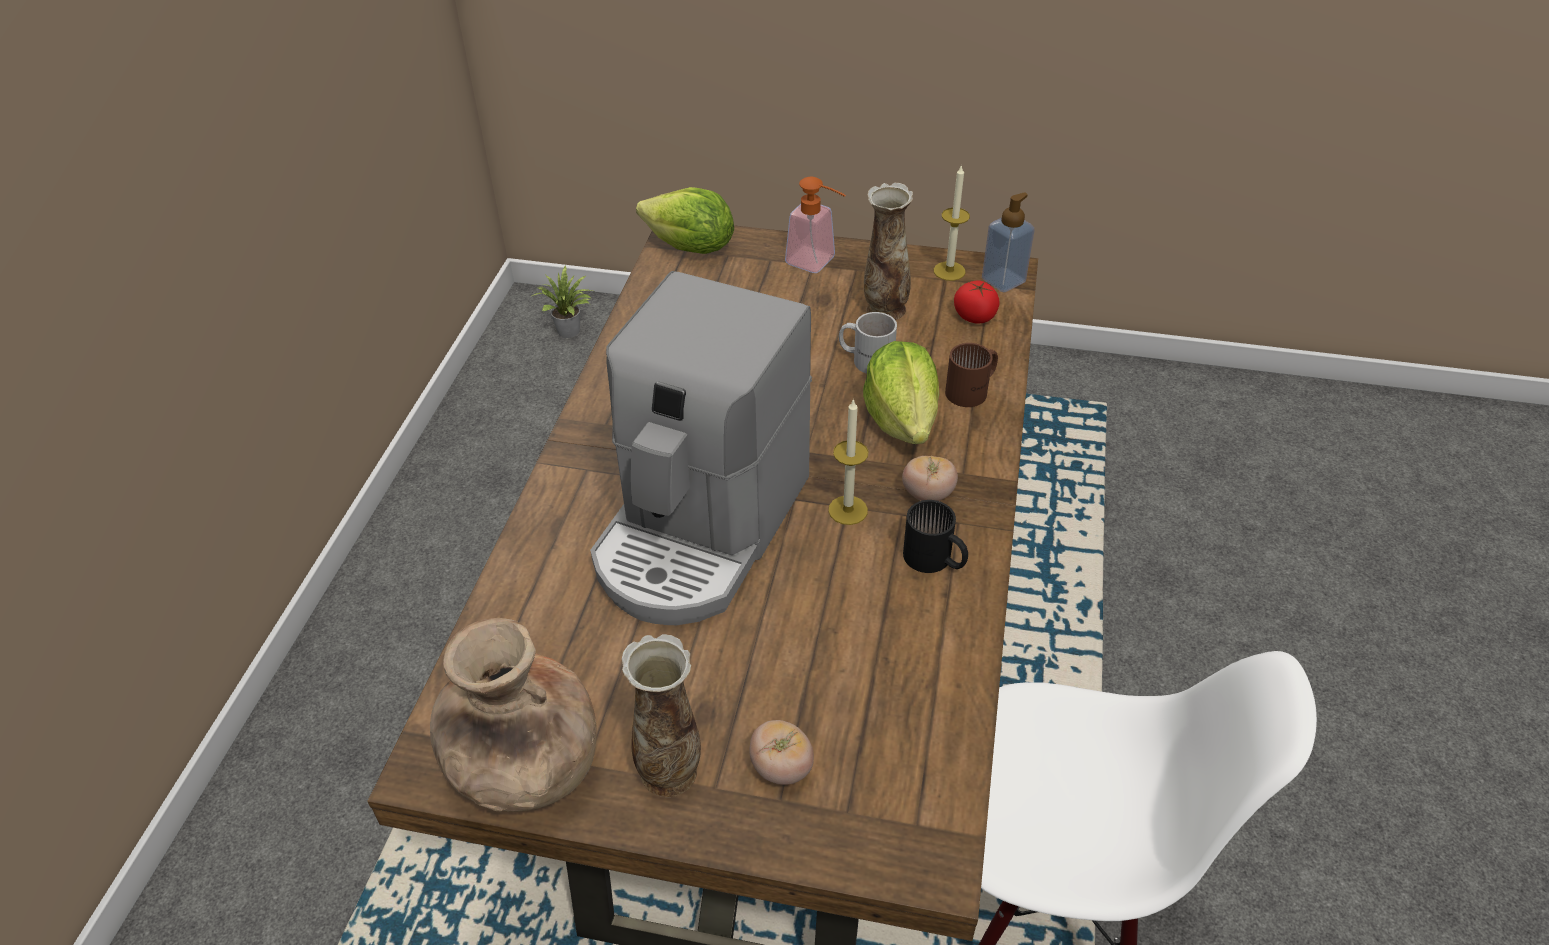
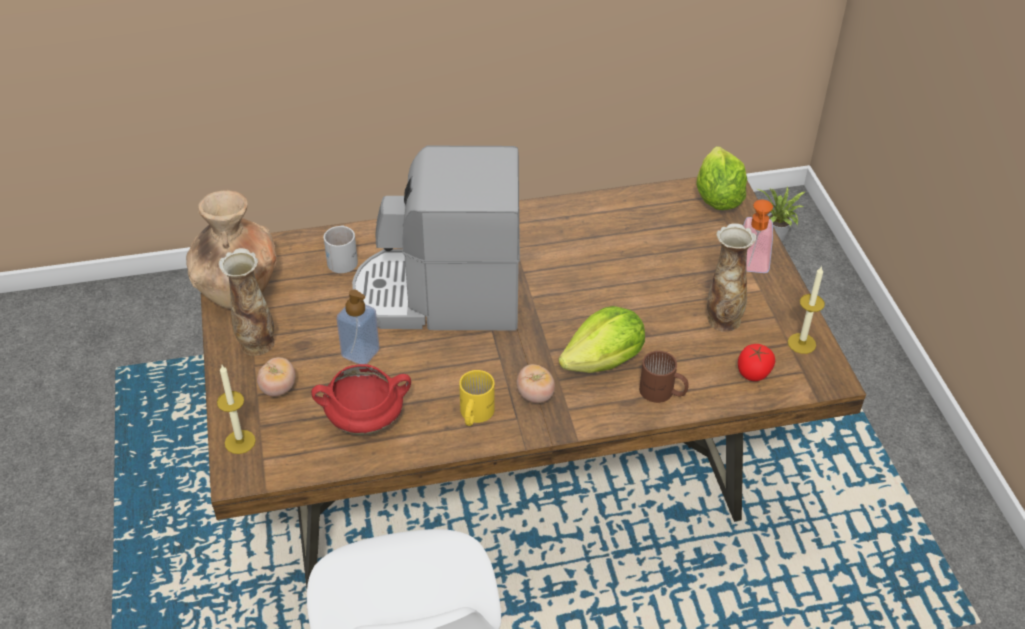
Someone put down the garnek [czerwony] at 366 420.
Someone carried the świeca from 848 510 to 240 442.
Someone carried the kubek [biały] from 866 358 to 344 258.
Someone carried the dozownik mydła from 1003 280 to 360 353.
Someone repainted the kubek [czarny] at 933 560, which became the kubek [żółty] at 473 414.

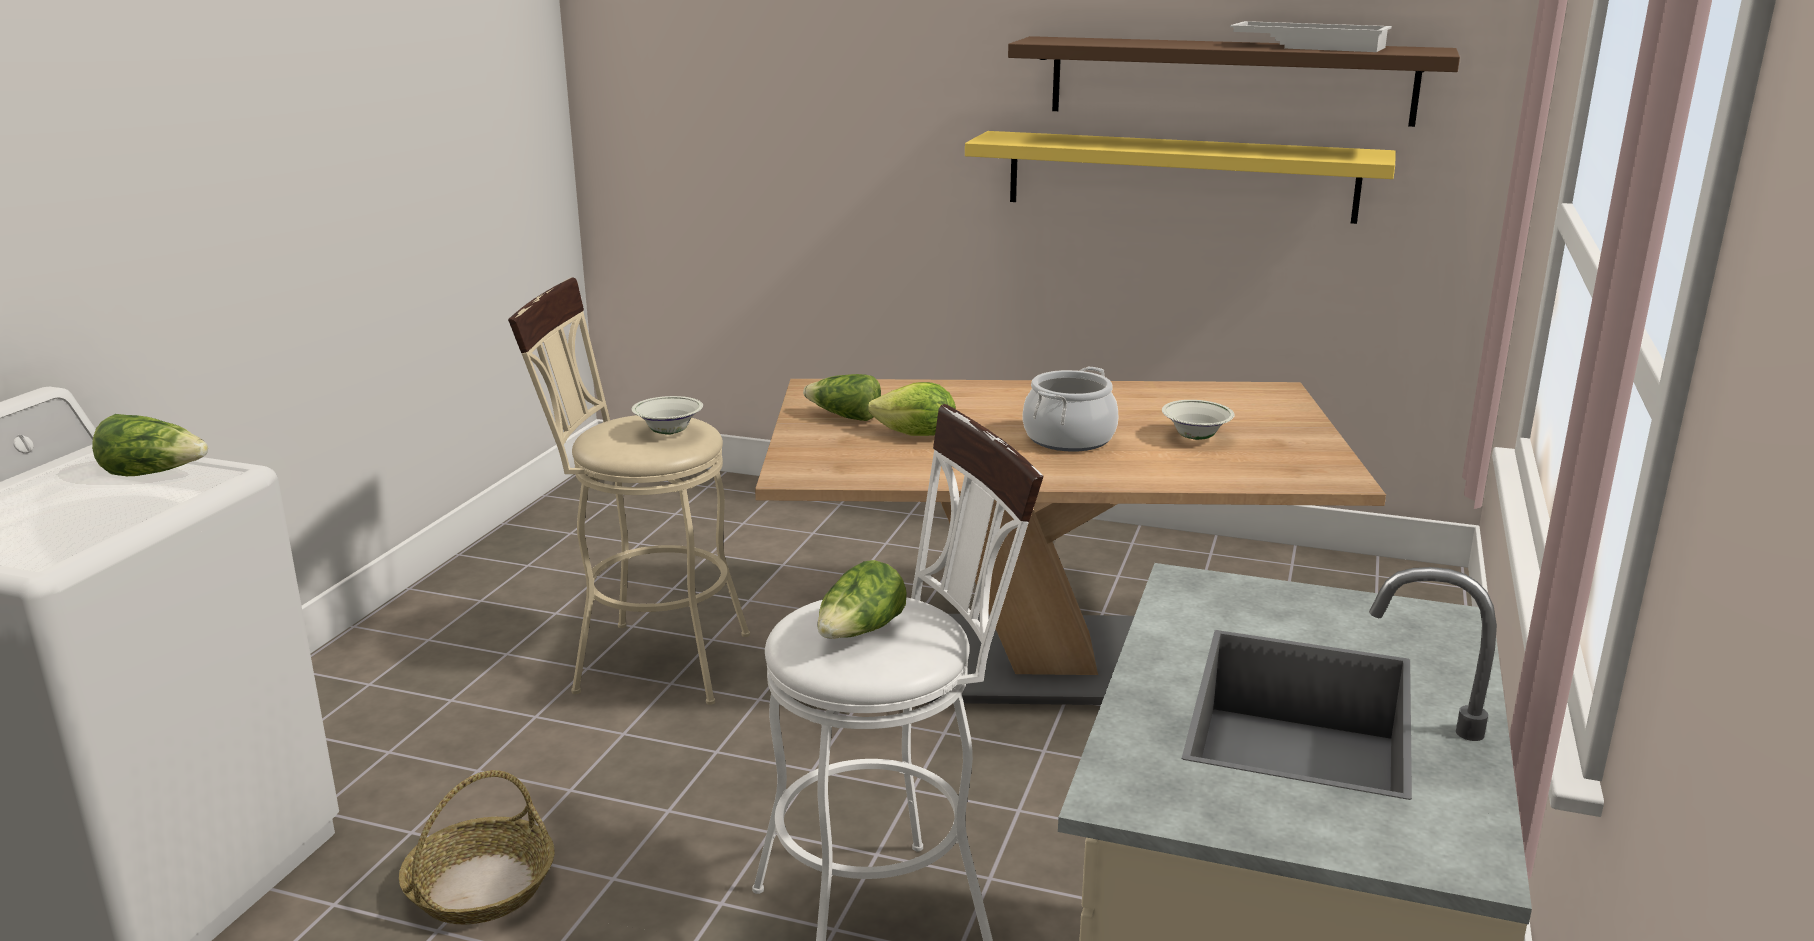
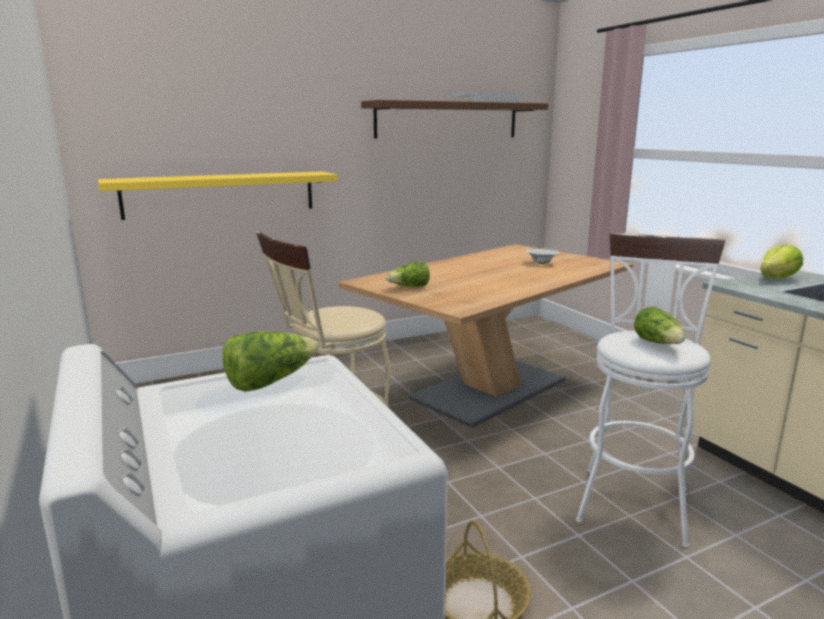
Someone took away the miska [biały] at 669 432.
Someone took away the garnek at 1068 438.
Someone carried the sałata from 916 435 to 777 278.
Someone carried the półka [żółty] from 1180 176 to 221 194.

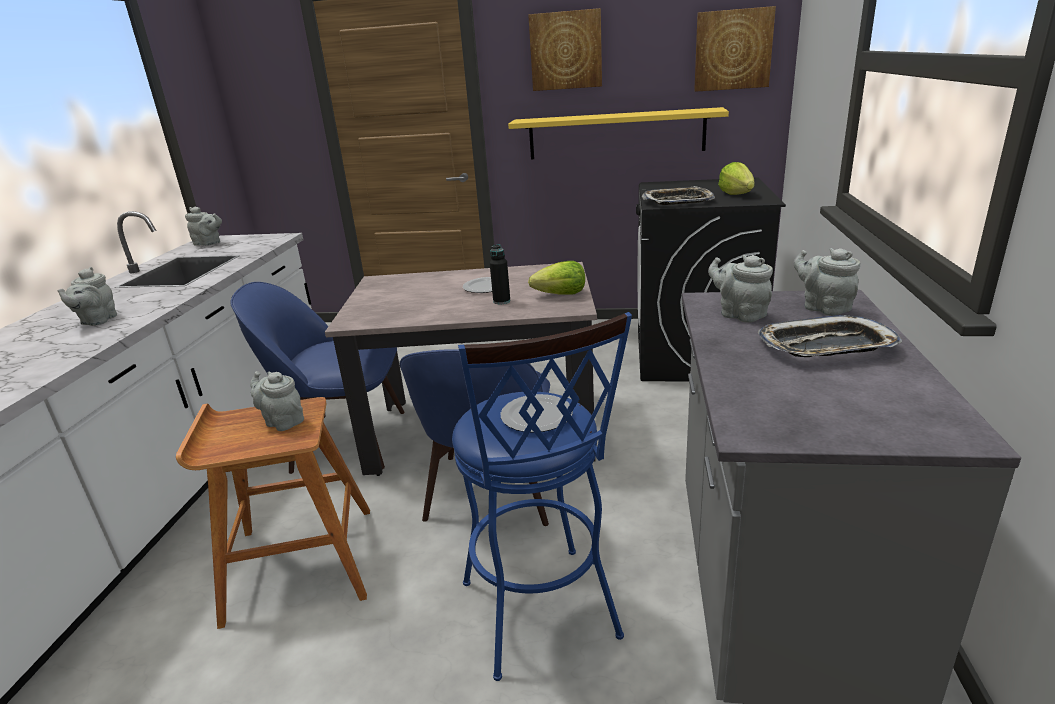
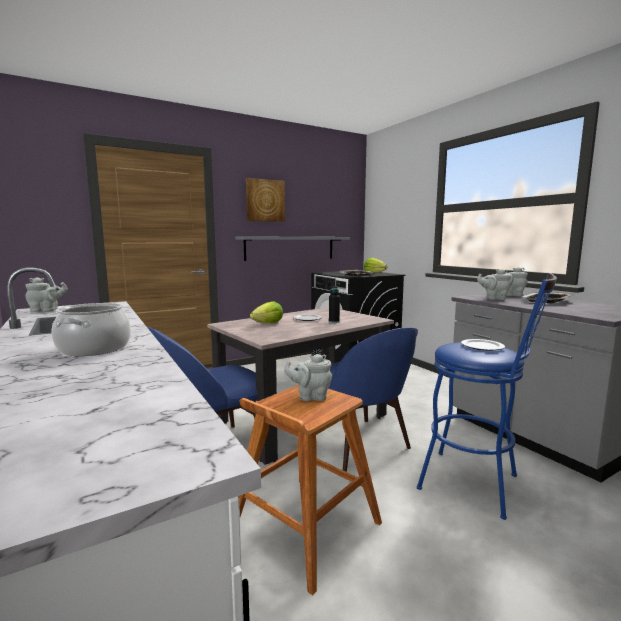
Someone took away the obraz at 733 50.
Someone carried the sałata from 561 295 to 268 323.
Someone swapped the imbryk [szary] at 97 321 for the garnek at 94 348.
Someone repainted the półka [żółty] at 616 134, which became the półka [szary] at 290 248.

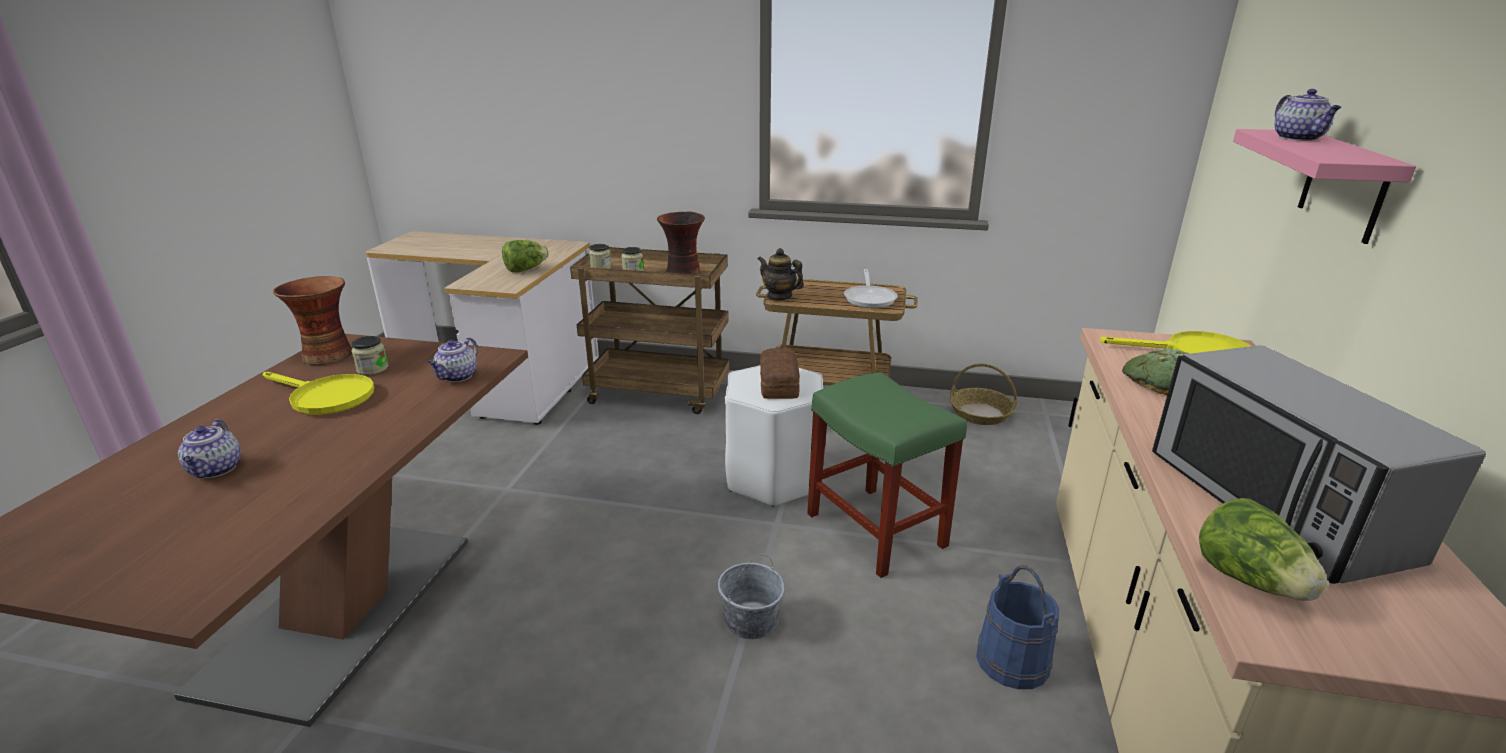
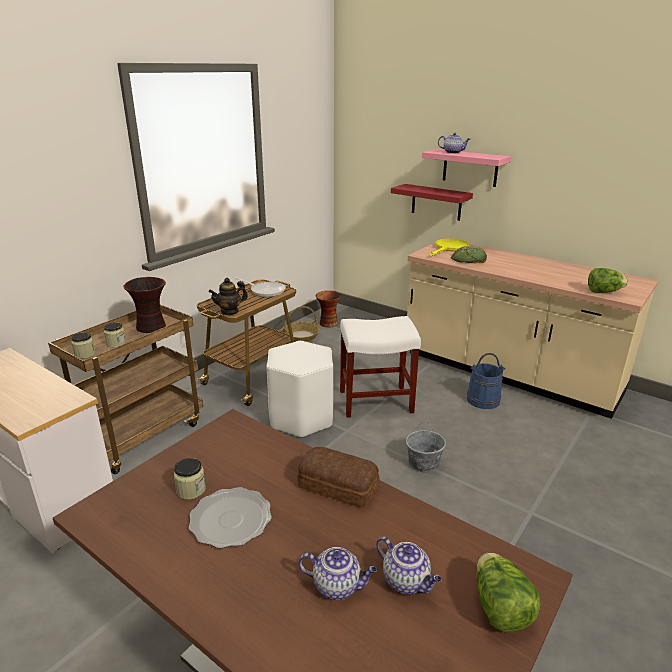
Someone took away the mikrofalówka at 1273 505.
Someone put up the półka [czerwony] at 436 202.
Someone carried the wazon from 328 355 to 328 323.
Someone carried the imbryk from 457 377 to 407 581.
Someone carried the sałata from 526 269 to 499 608.
Someone carried the chleb from 778 384 to 338 487.
Someone swapped the patelnia [żółty] at 325 397 for the talerz at 231 520.
Someone repainted the stołek [zielony] at 877 531, which became the stołek [biały] at 377 401.

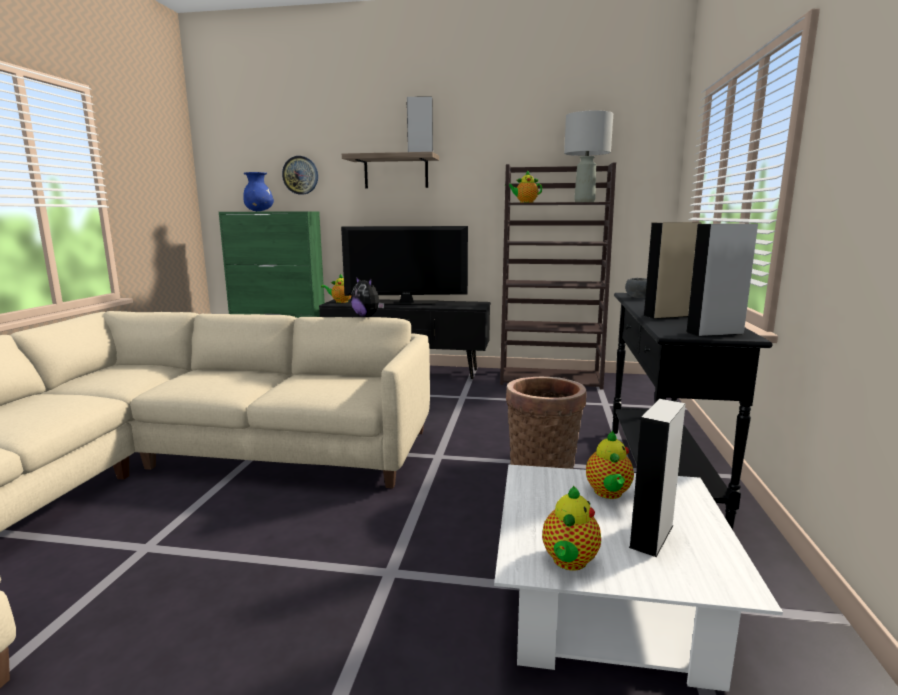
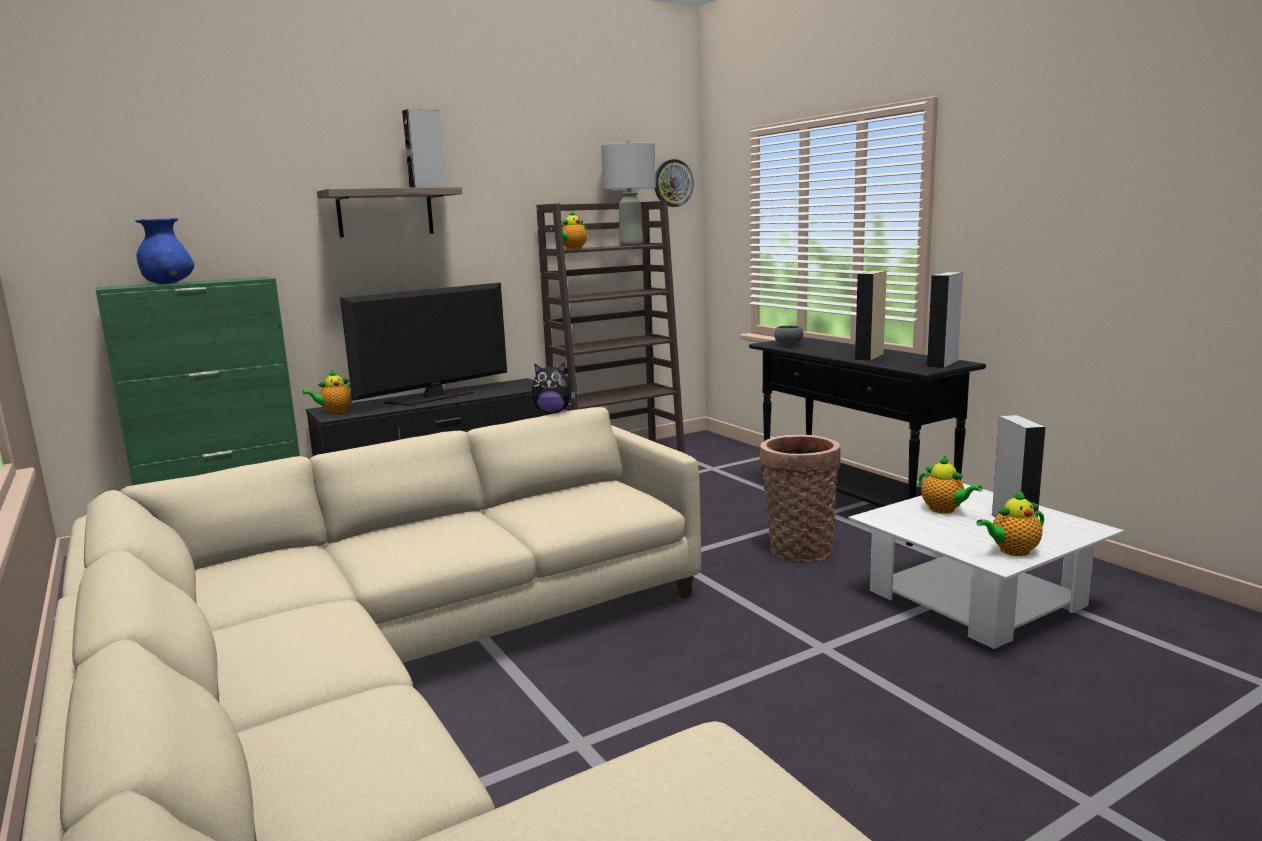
Someone carried the zegar ścienny from 300 175 to 673 183.
Someone rotated the imbryk at 569 562 by 90 degrees clockwise.

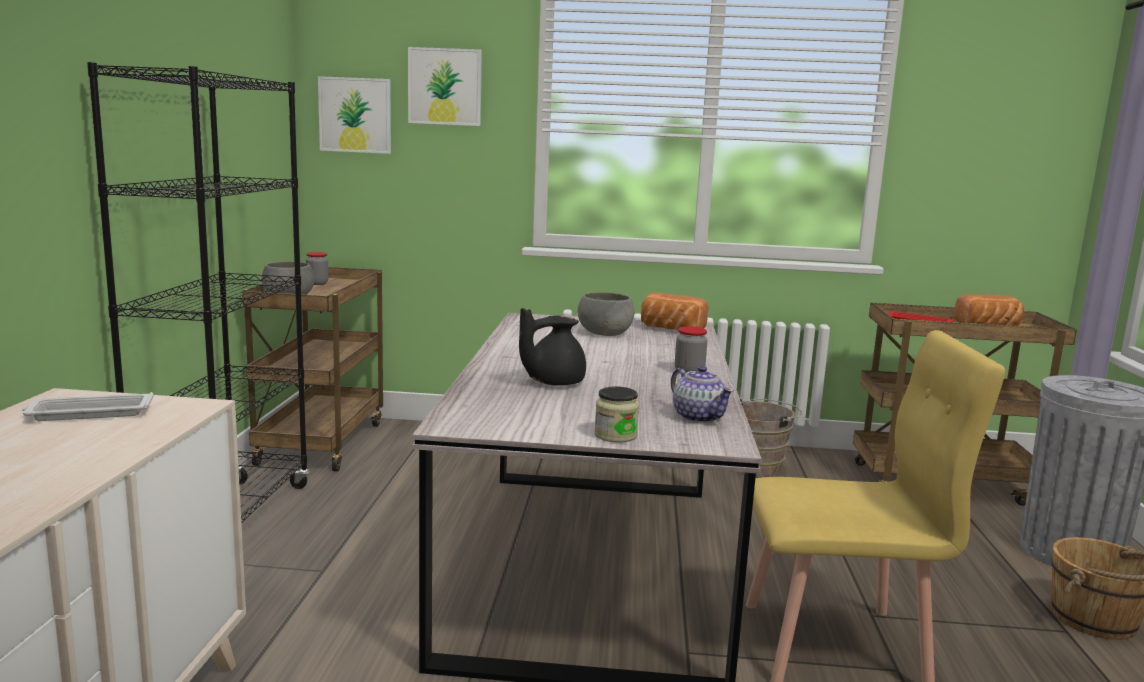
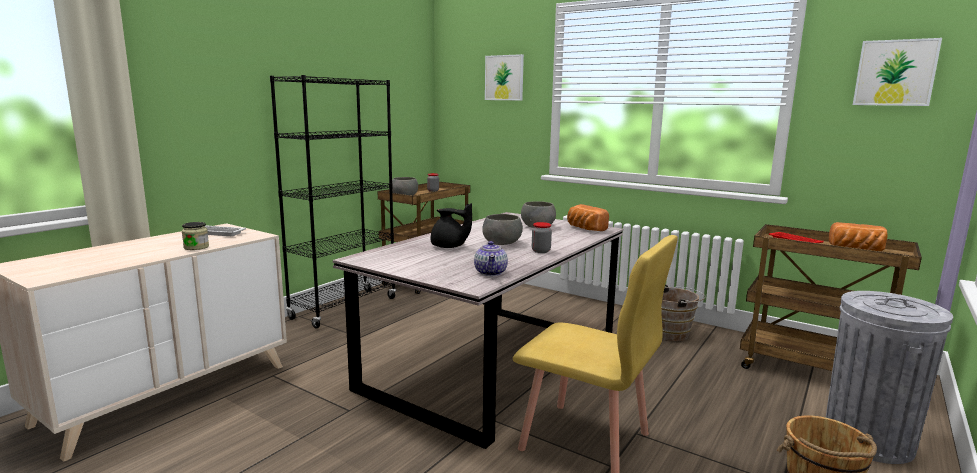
Someone put down the miska [szary] at 502 243.
Someone carried the obraz from 355 115 to 895 73.
Someone carried the słoik from 615 435 to 196 247.
Someone rotated the imbryk [czarny] at 552 382 by 150 degrees counterclockwise.

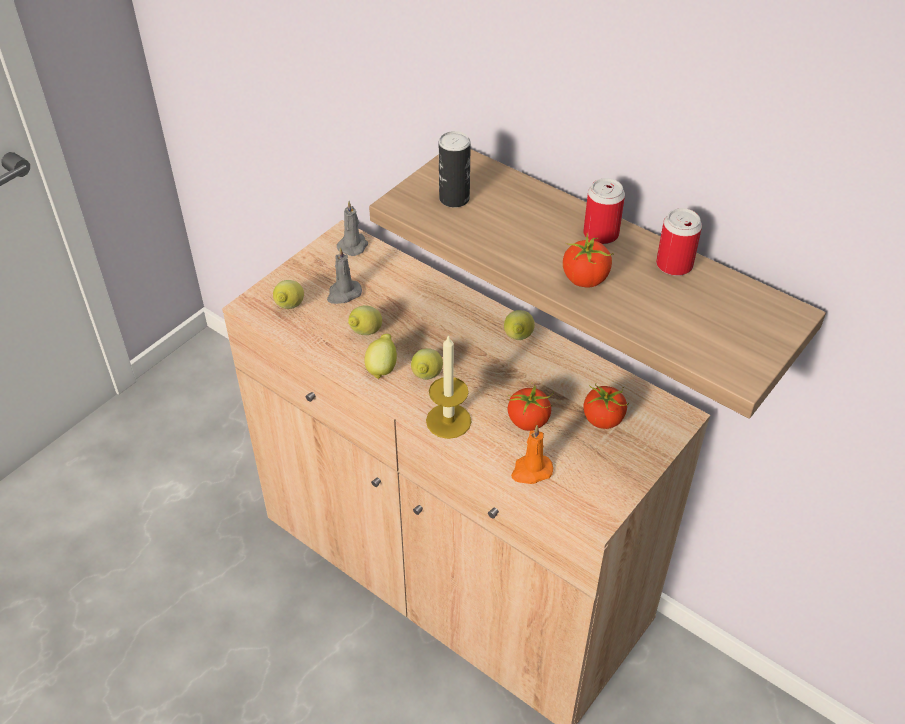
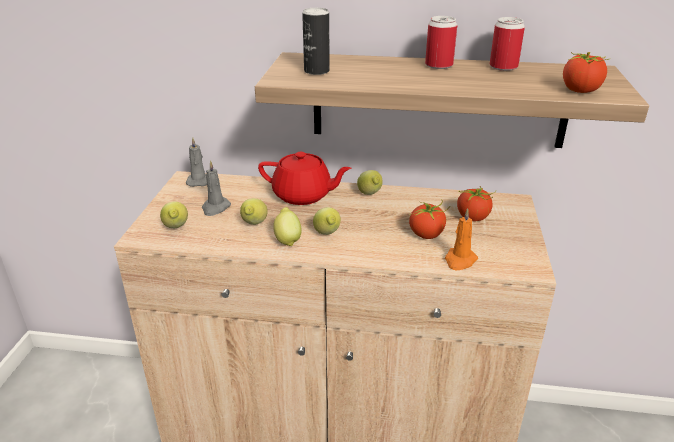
Someone took away the świeca at 448 421.
Someone put down the imbryk [czerwony] at 303 195.
Someone carried the pomidor from 585 280 to 581 91.

